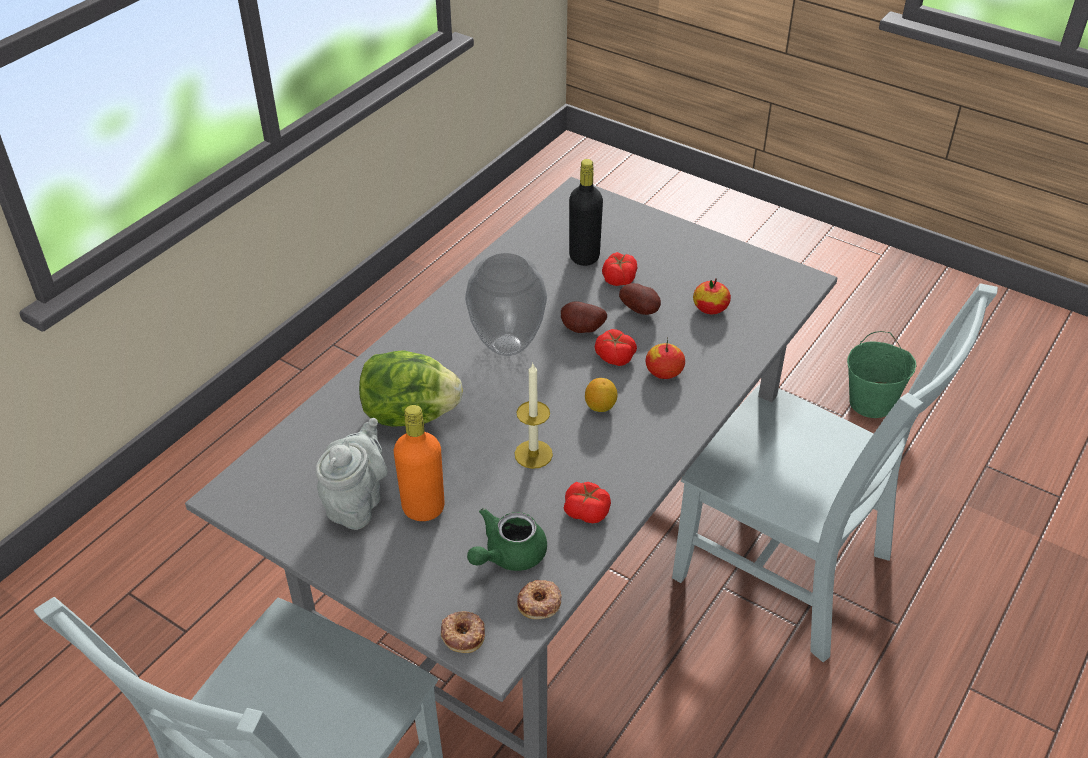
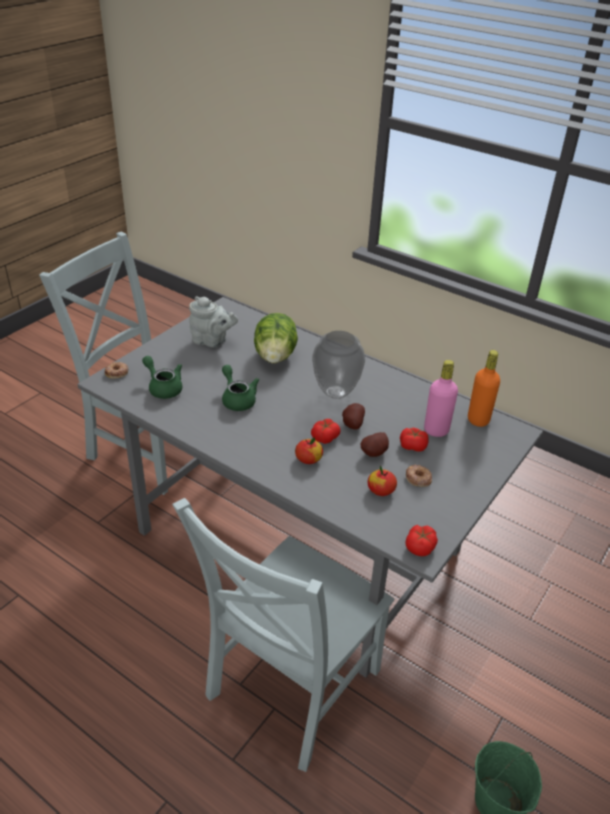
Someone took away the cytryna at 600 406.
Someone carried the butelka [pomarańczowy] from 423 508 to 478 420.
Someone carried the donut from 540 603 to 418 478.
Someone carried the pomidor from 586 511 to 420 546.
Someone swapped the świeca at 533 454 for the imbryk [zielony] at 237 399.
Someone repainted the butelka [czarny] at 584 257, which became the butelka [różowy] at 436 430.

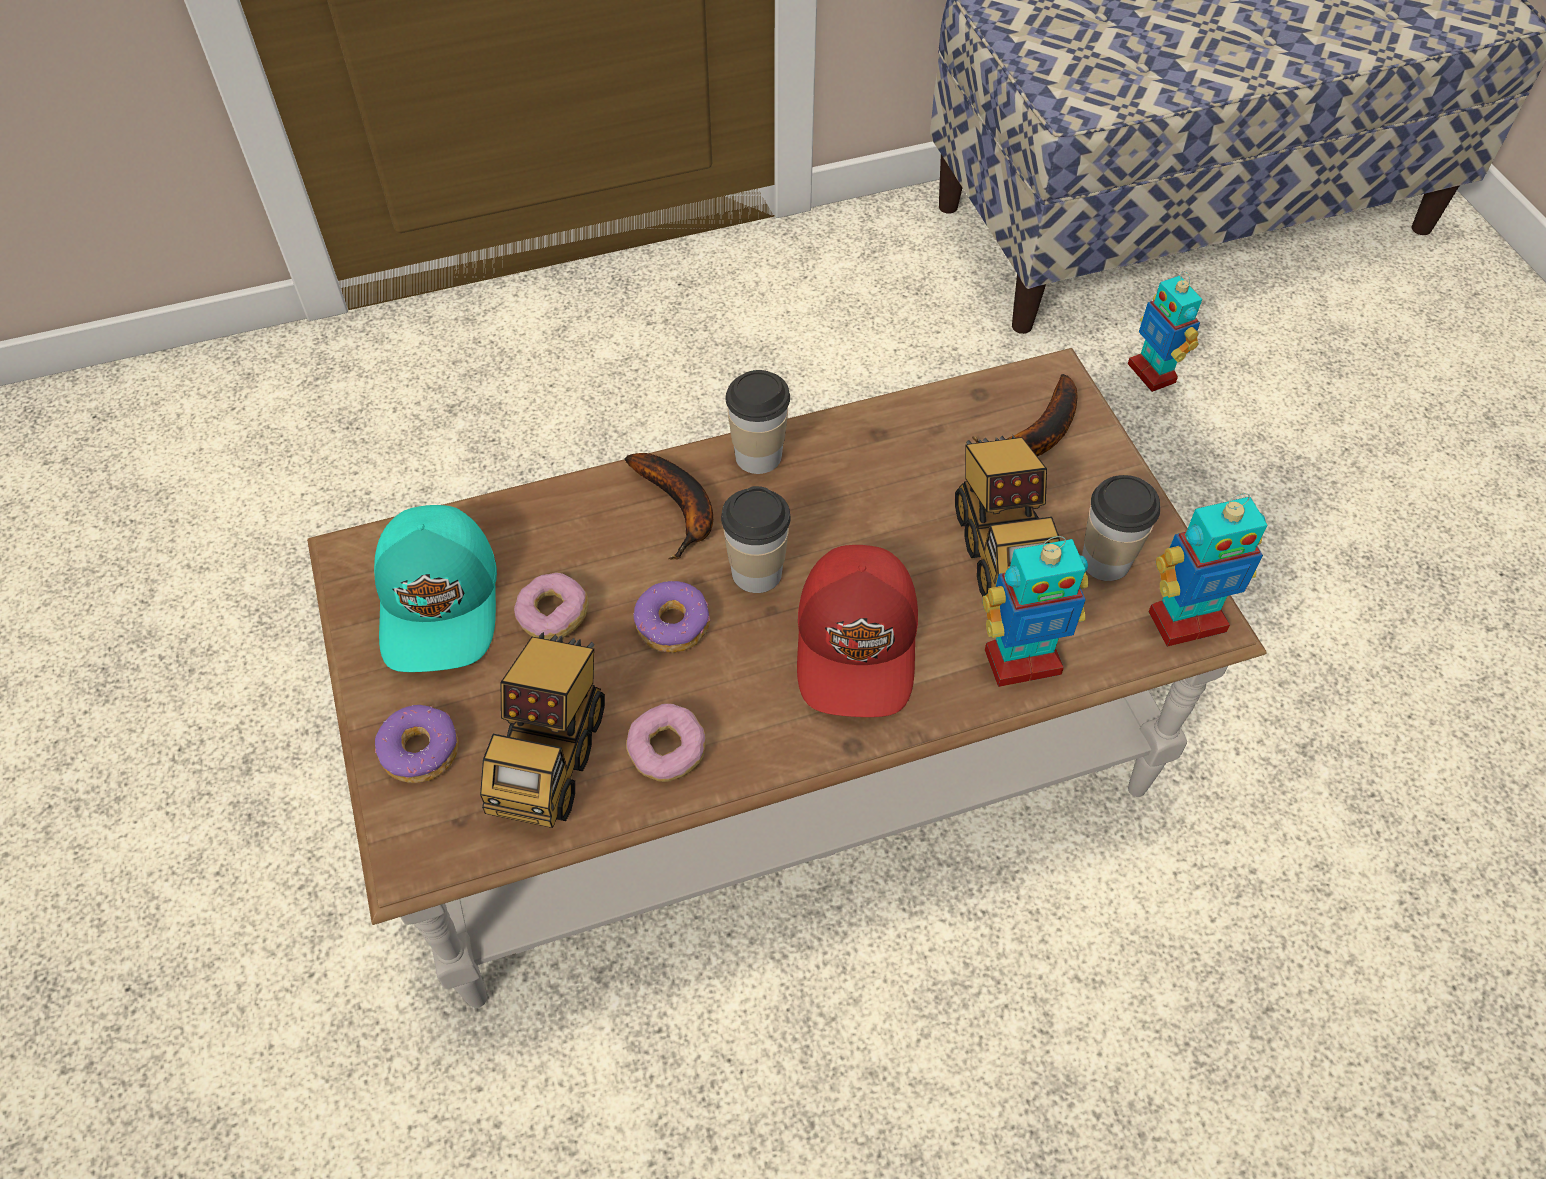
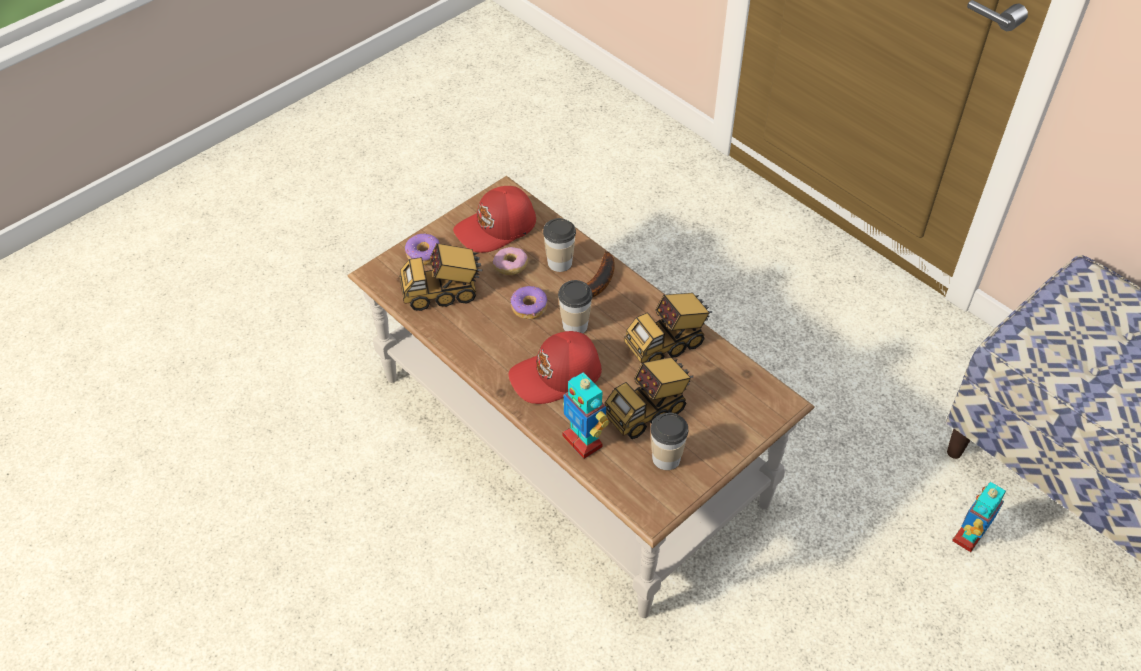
Someone took away the donut at 667 751.
Someone took away the banan at 1037 435.
Someone took away the robot zabawkowy at 1185 620.
Someone put down the ciężarówka zabawkowa at 667 344.
Someone carried the filiżanka from 758 456 to 559 263.
Someone repainted the czapka z daszkiem [turkusowy] at 442 602, which became the czapka z daszkiem [czerwony] at 497 228.

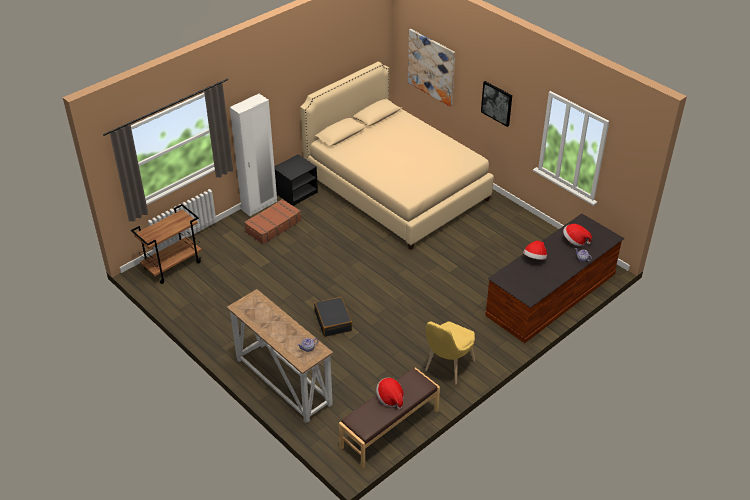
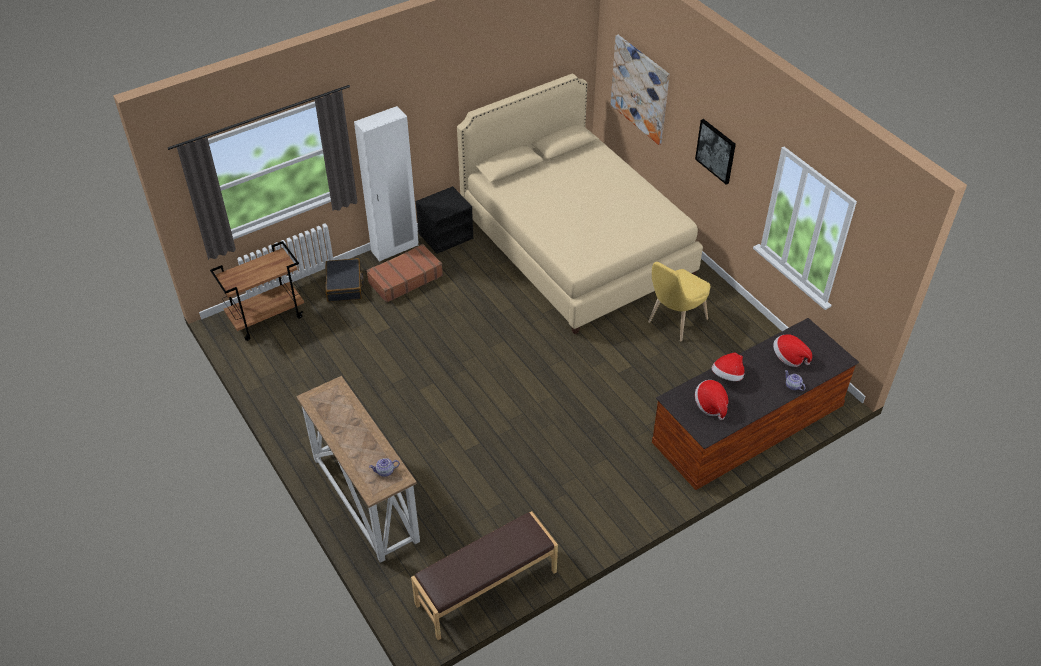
Someone carried the walizka [czarny] from 333 321 to 345 285.
Someone carried the kapelusz from 390 398 to 711 405.
Someone carried the krzesło [żółty] from 447 368 to 674 322.

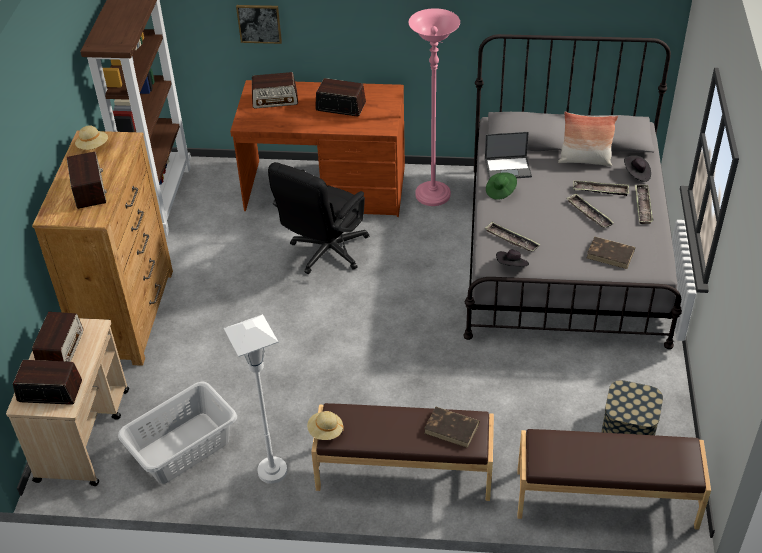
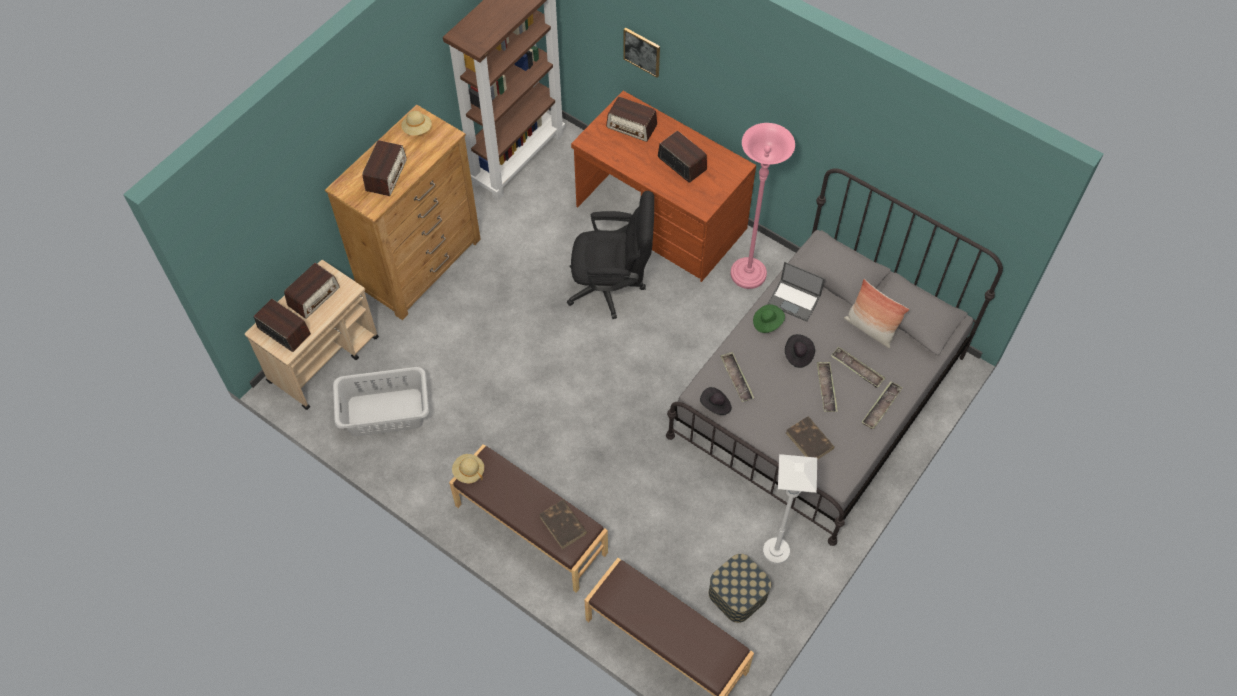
Someone carried the lampa stojąca [biały] from 272 471 to 776 551.
Someone carried the kapelusz [czarny] from 636 174 to 798 355.
Someone rotated the krzesło biurowe [czarny] at 324 254 by 150 degrees counterclockwise.

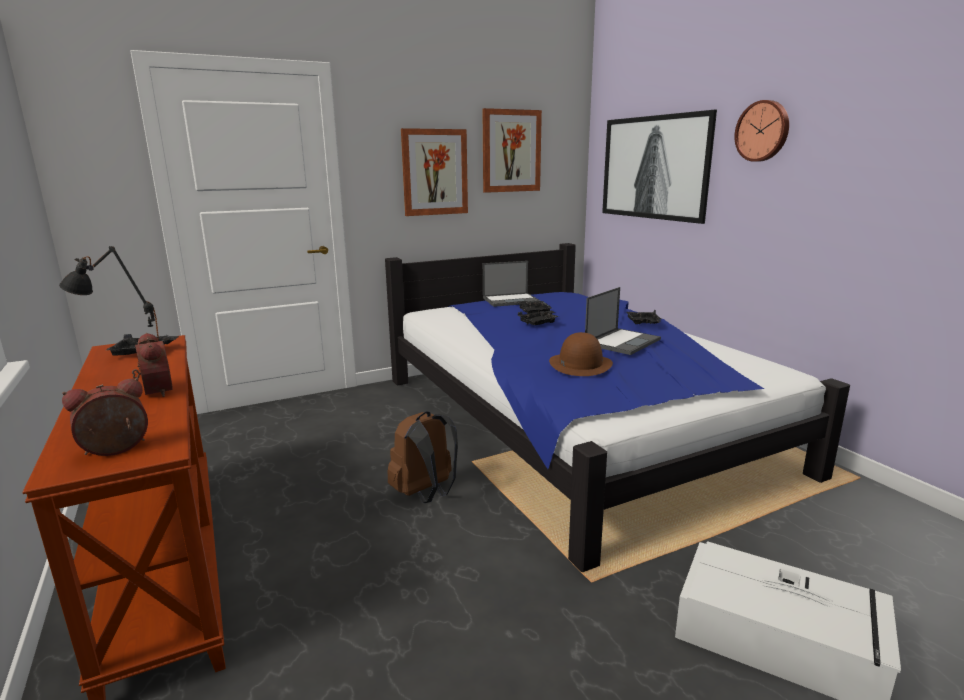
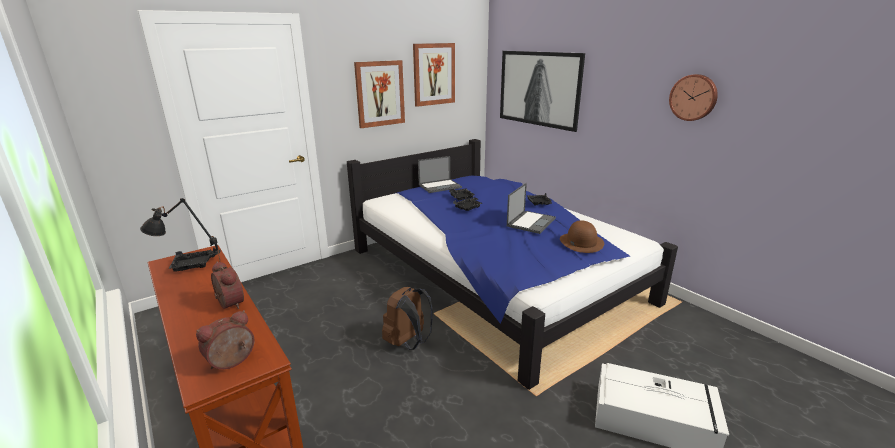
Someone carried the kapelusz [brązowy] from 580 364 to 581 242.
Someone carried the zegar ścienny from 763 131 to 693 97.

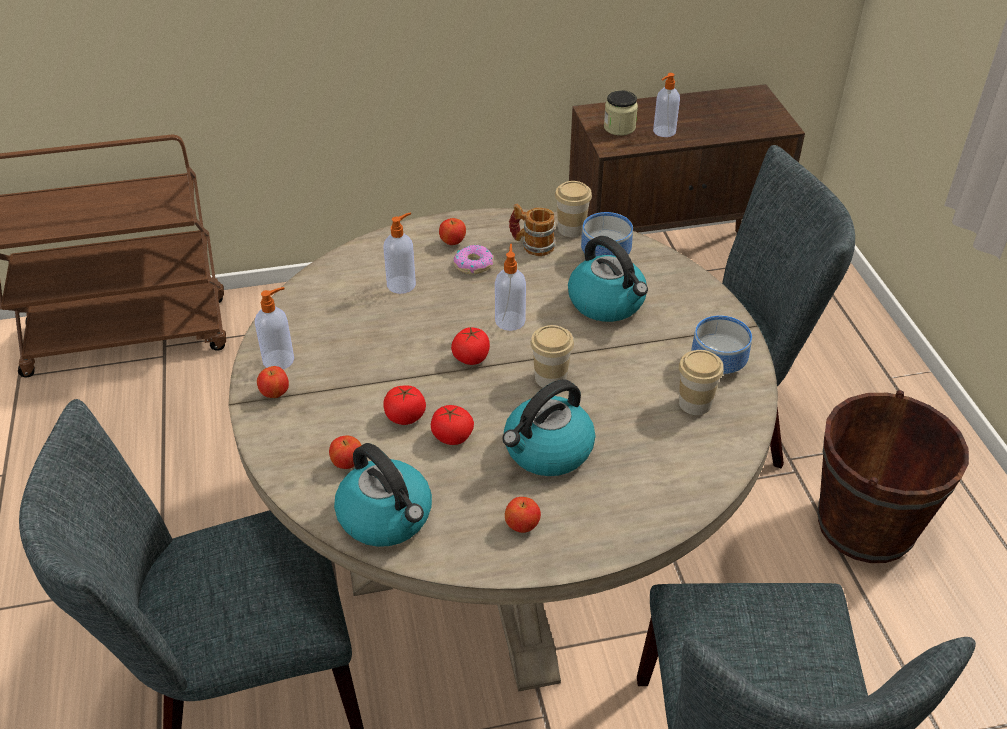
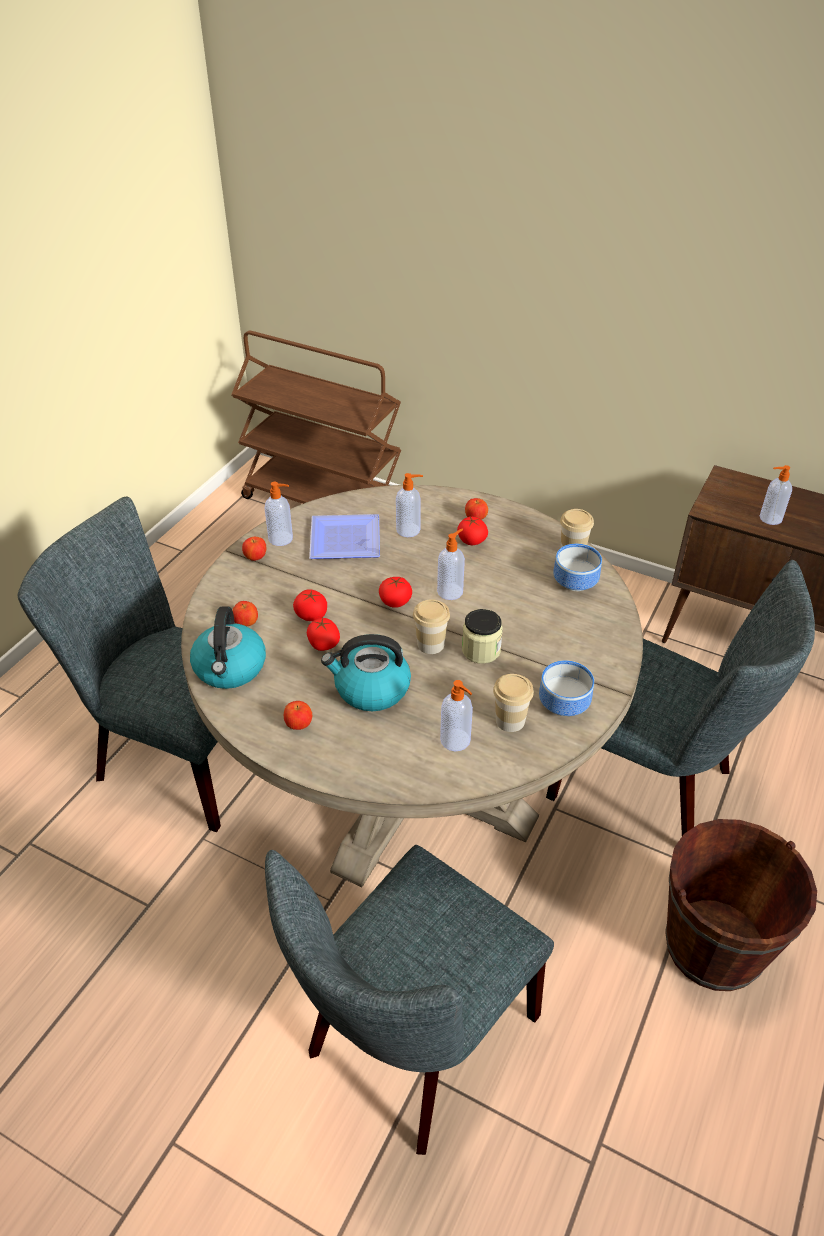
Someone took away the kubek at 532 245.
Someone took away the czajnik at 607 303.
Someone put down the talerz at 347 541.
Someone put down the dozownik mydła at 456 741.
Someone carried the słoik from 619 127 to 481 650.
Someone swapped the donut at 473 264 for the pomidor at 471 541.

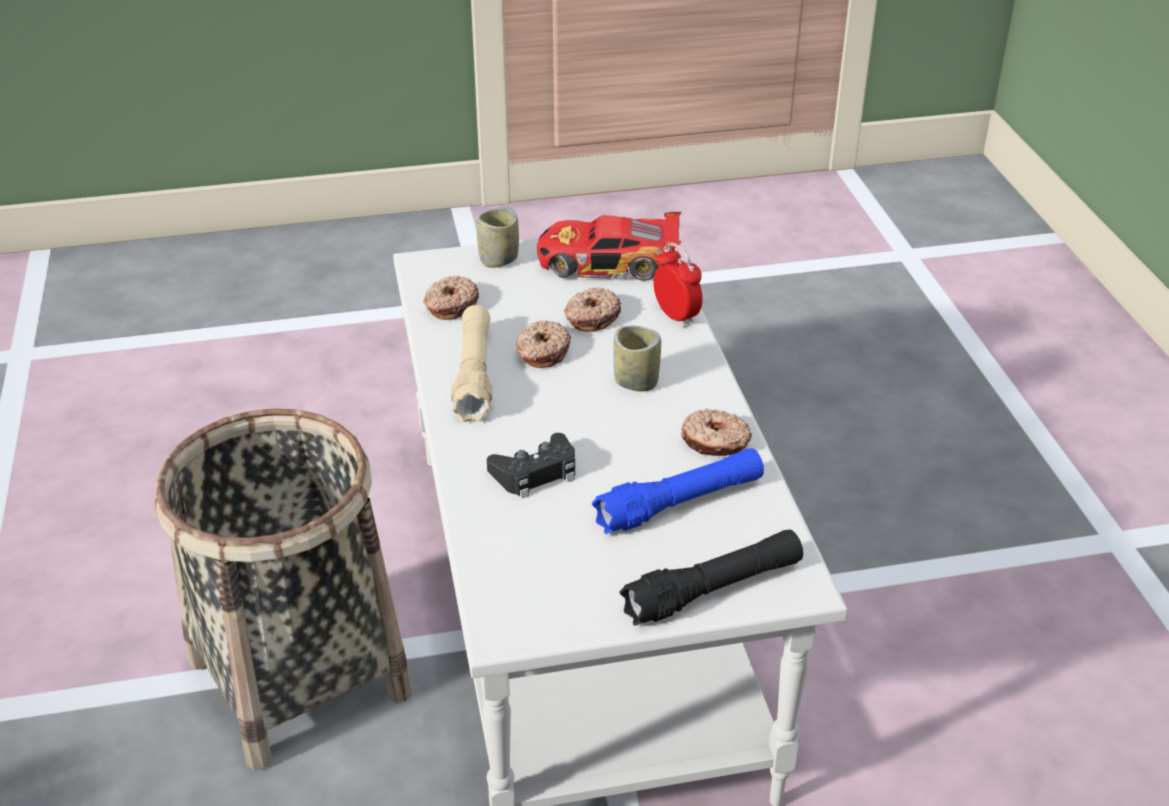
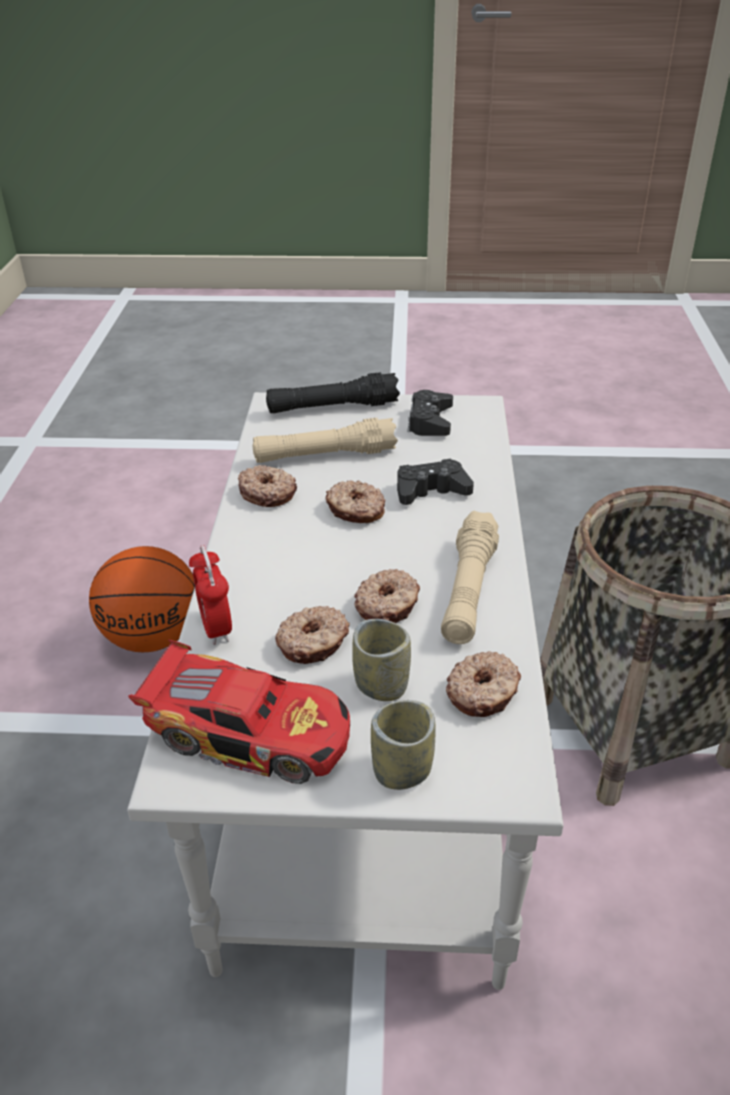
Someone put down the piłka do koszykówki at 154 637.
Someone put down the donut at 356 510.
Someone put down the pad do gier [czarny] at 430 421.
Someone carried the filiżanka from 636 382 to 381 685.
Someone repainted the latarka [niebieski] at 680 503, which became the latarka [beżowy] at 325 455.

